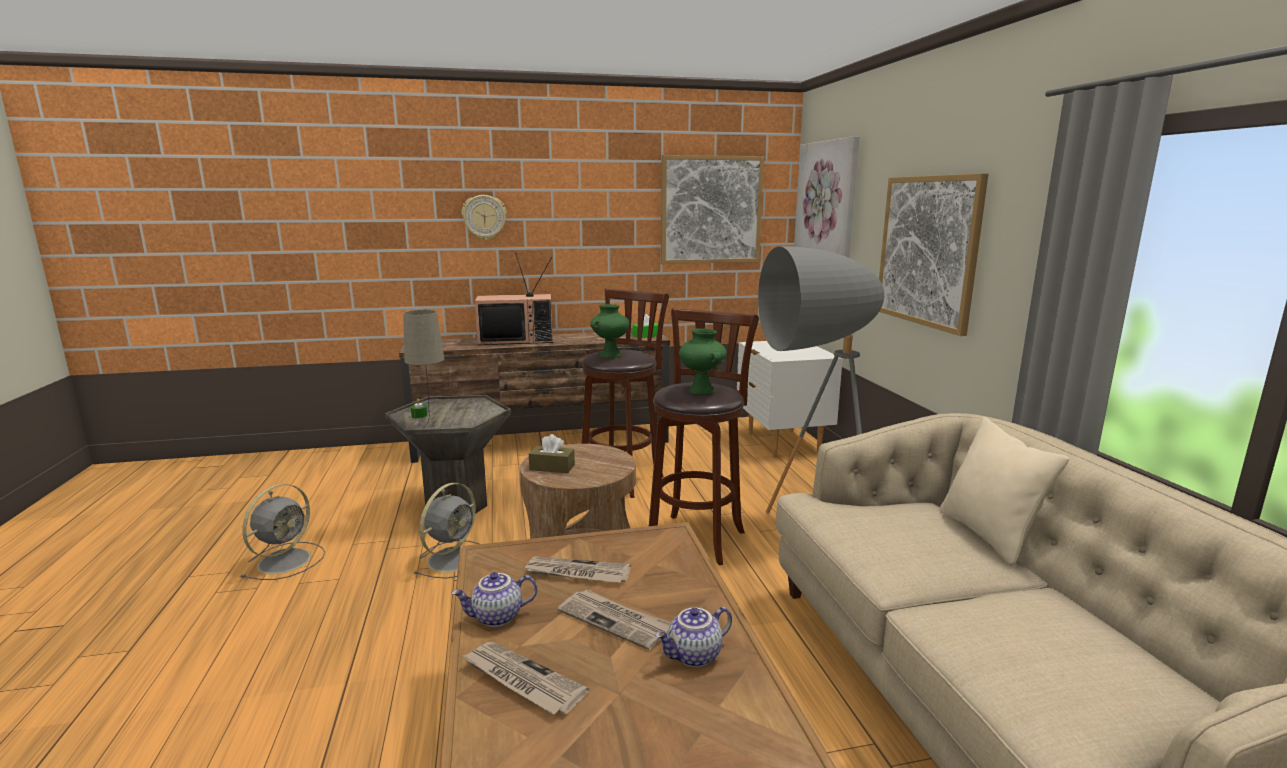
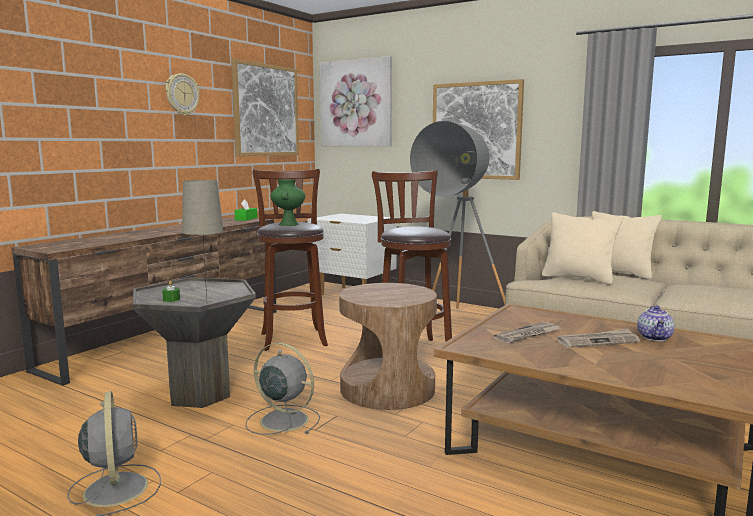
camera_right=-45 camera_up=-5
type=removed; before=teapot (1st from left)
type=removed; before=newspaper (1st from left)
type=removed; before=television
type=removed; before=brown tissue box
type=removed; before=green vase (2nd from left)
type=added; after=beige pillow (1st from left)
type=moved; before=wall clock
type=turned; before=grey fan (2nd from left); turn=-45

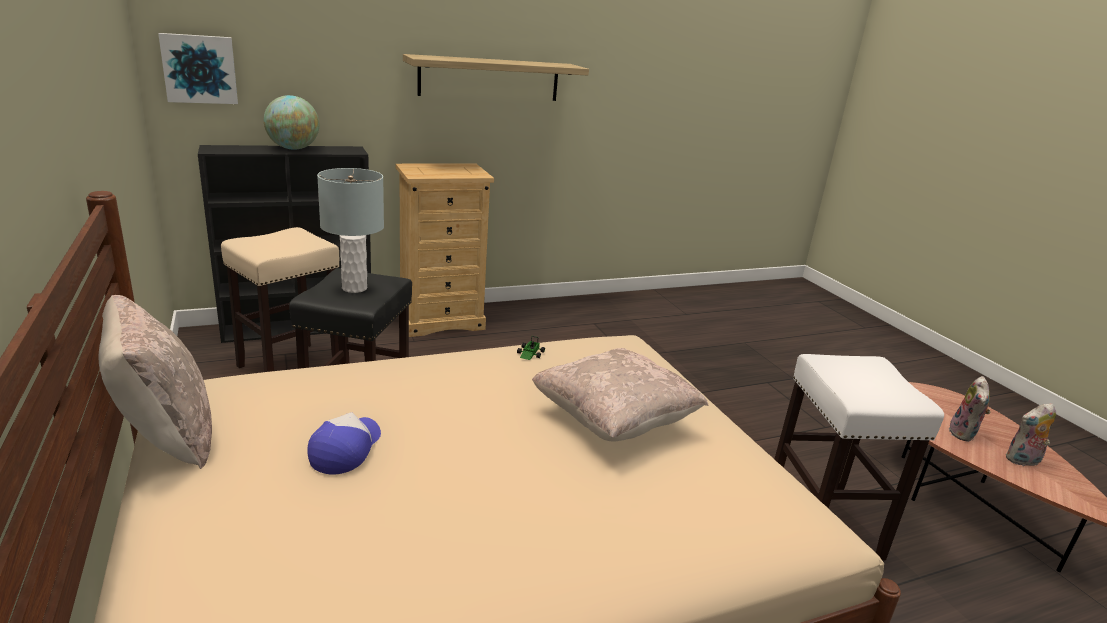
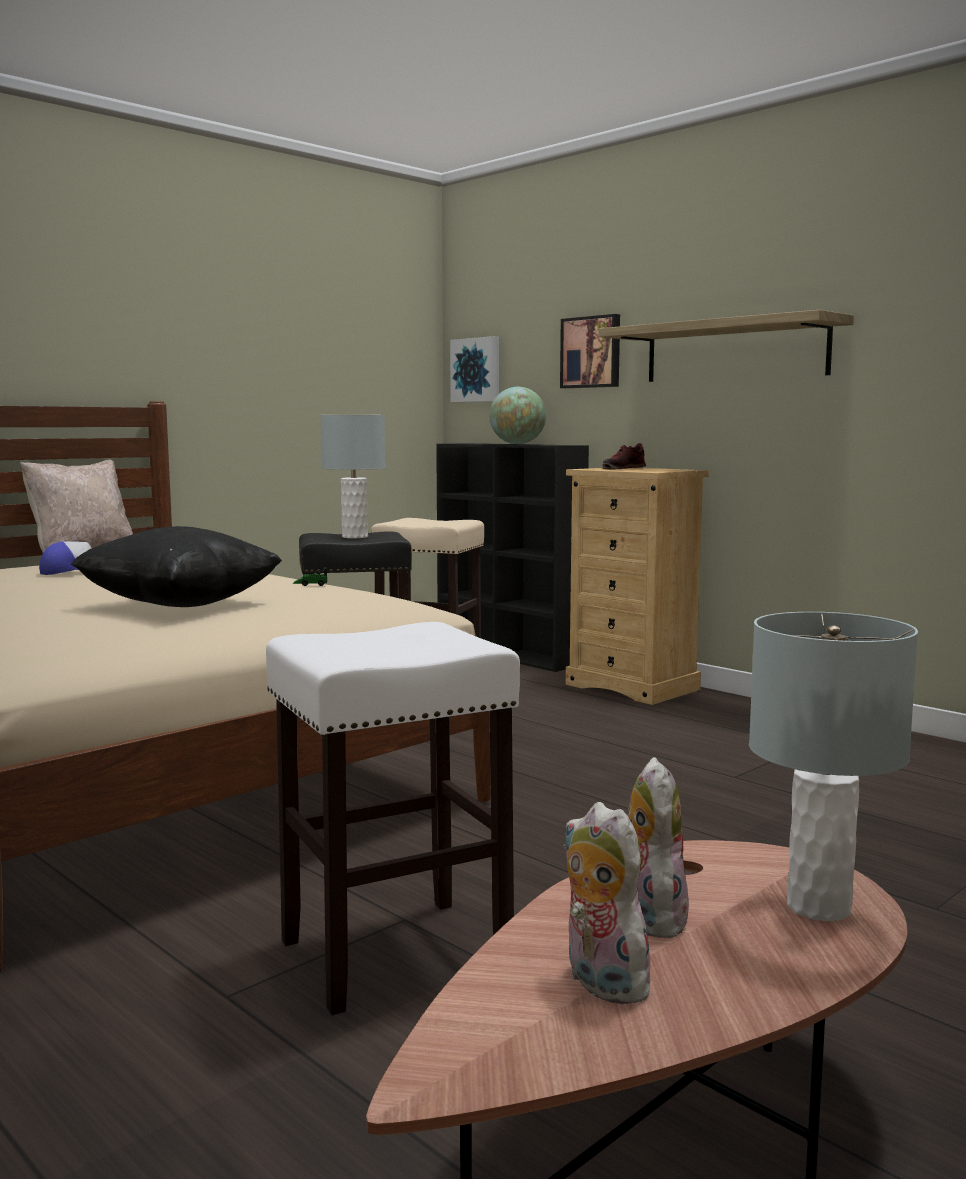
camera_right=70 camera_up=-15
type=added; after=picture (2nd from left)
type=added; after=shoe
type=added; after=grey table lamp (2nd from left)
type=recoloured; before=beige pillow (2nd from left); after=black pillow
type=turned; before=plush toy (1st from left in the first image); turn=90

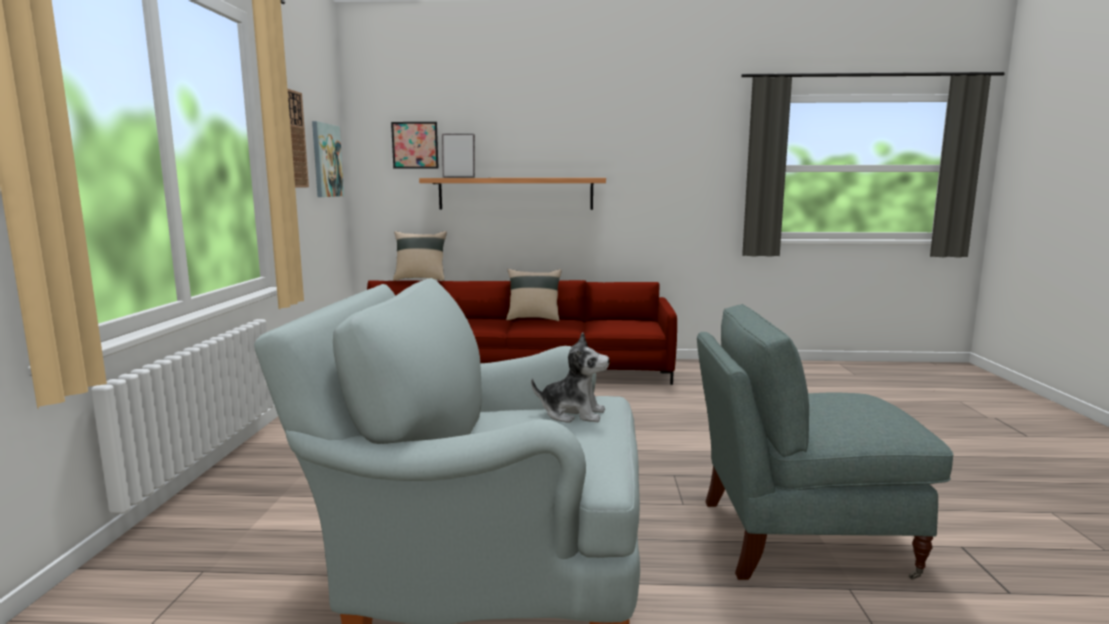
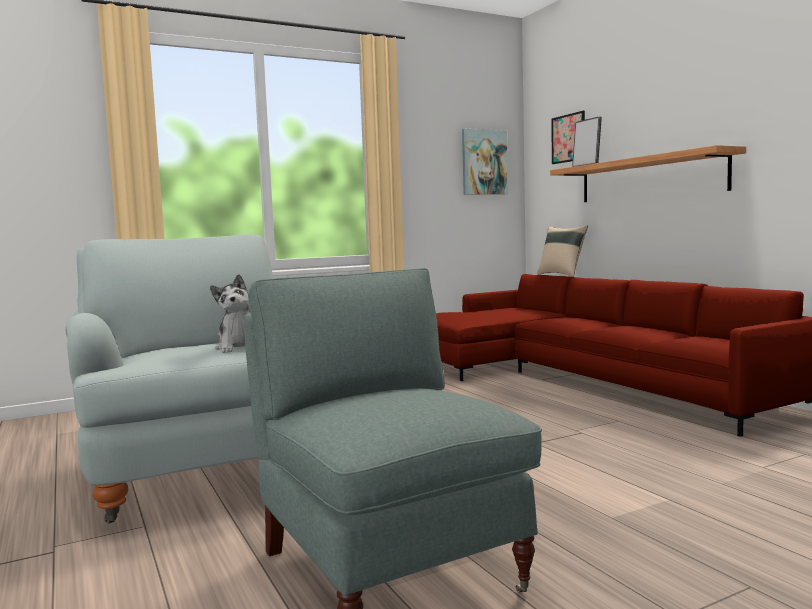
camera_right=60 camera_up=-5
type=removed; before=wall clock
type=removed; before=beige pillow (2nd from left)

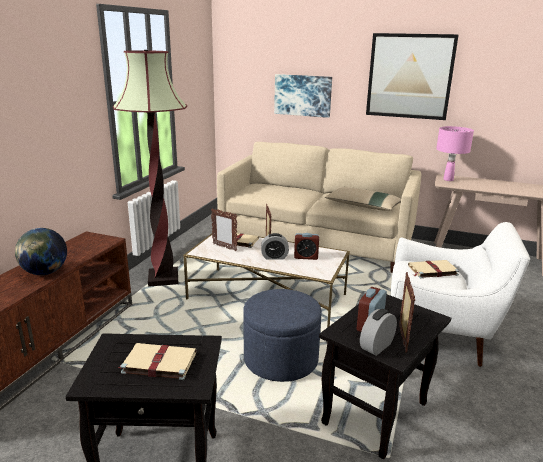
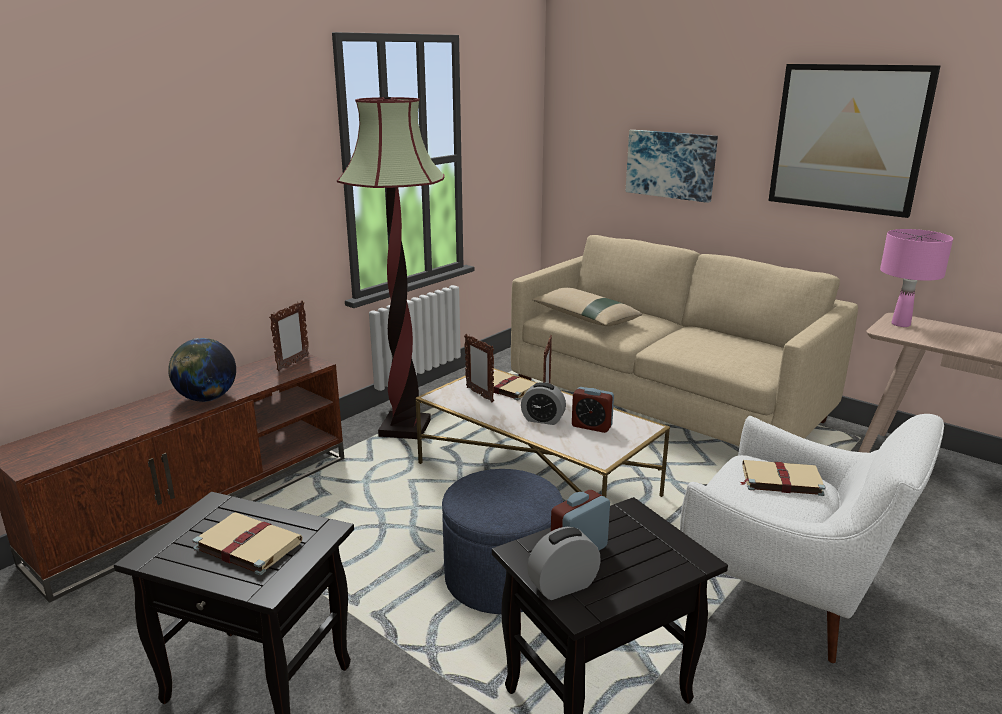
camera_right=20 camera_up=0
type=moved; before=beige pillow
type=moved; before=picture frame (3rd from left in the first image); after=picture frame (1st from left)

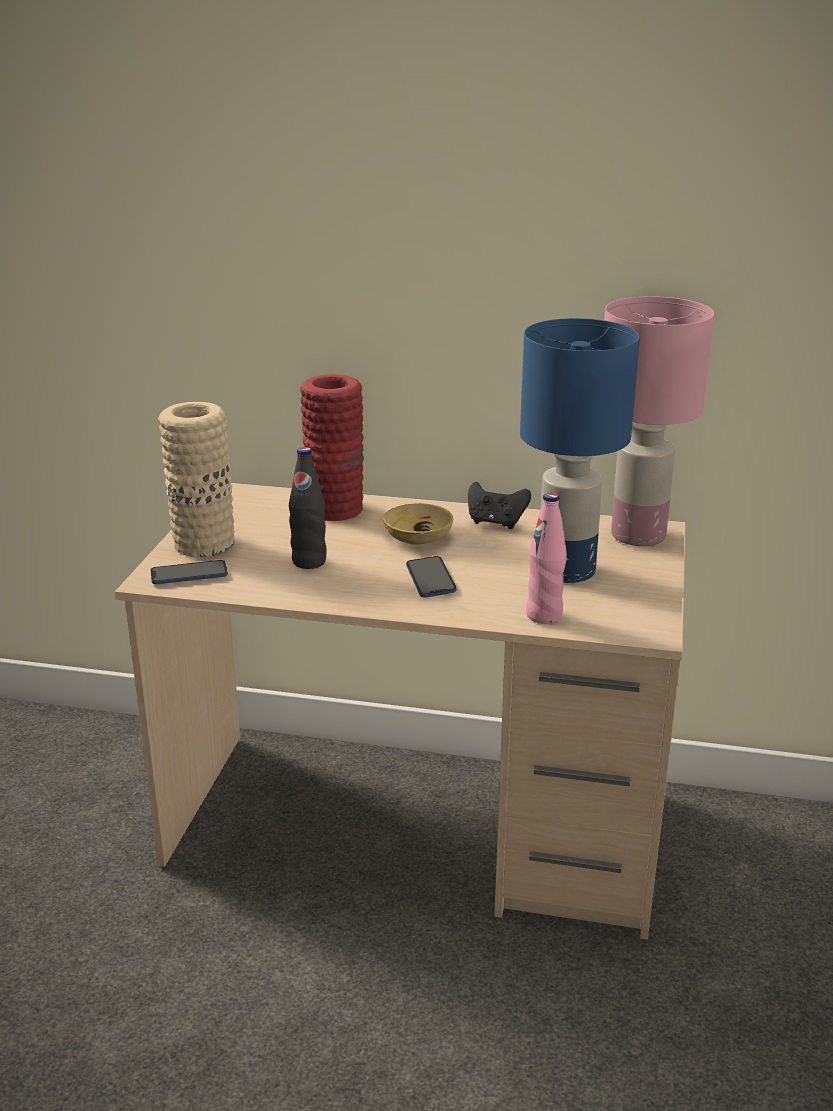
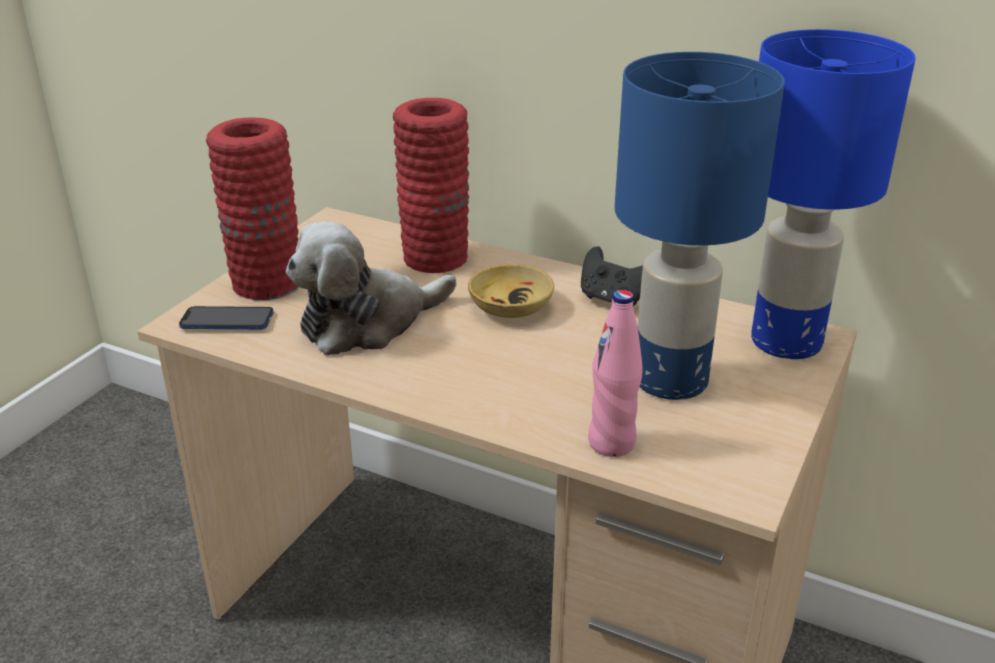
camera_right=15 camera_up=5
type=removed; before=phone (2nd from left)
type=replaced; before=black bottle; after=plush toy
type=recoloured; before=beige vase; after=red vase (1st from left)
type=recoloured; before=pink table lamp; after=blue table lamp (2nd from left)

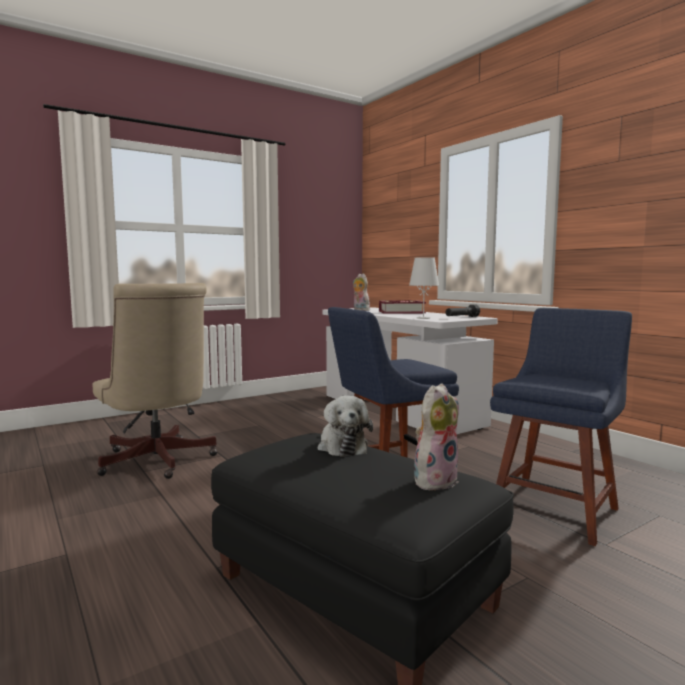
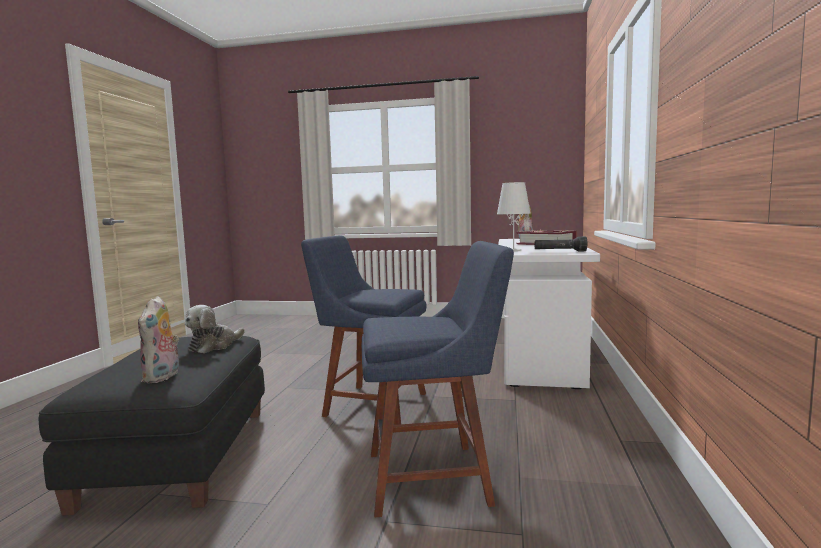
camera_right=45 camera_up=0
type=removed; before=beige office chair
type=turned; before=plush toy (3rd from left in the first image); turn=90

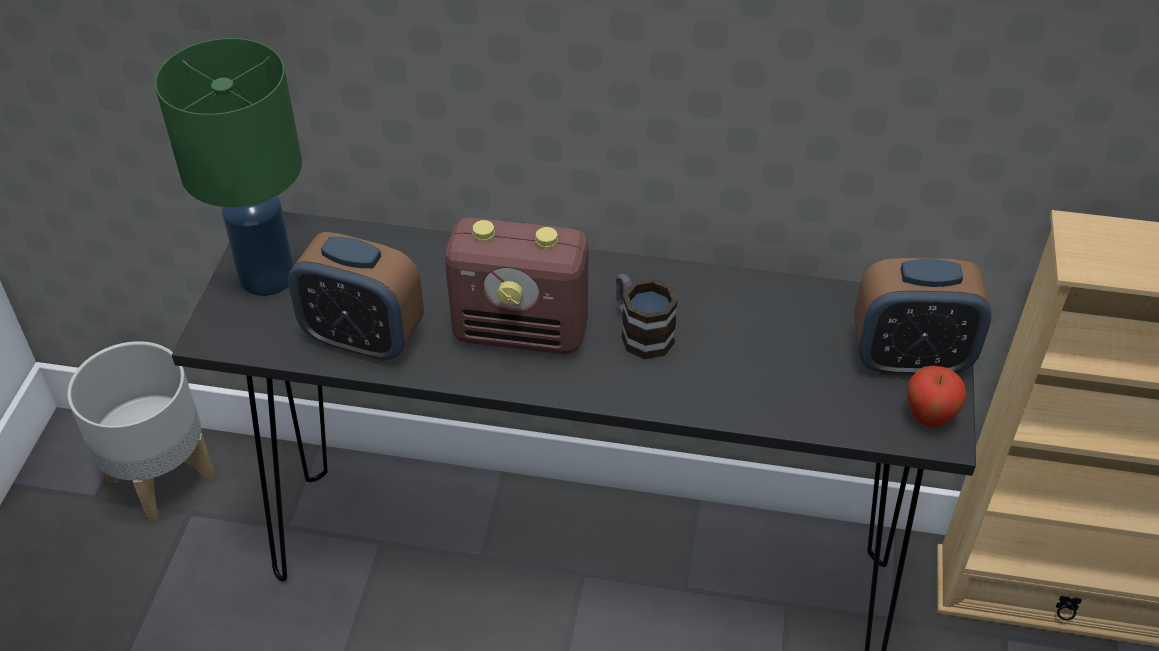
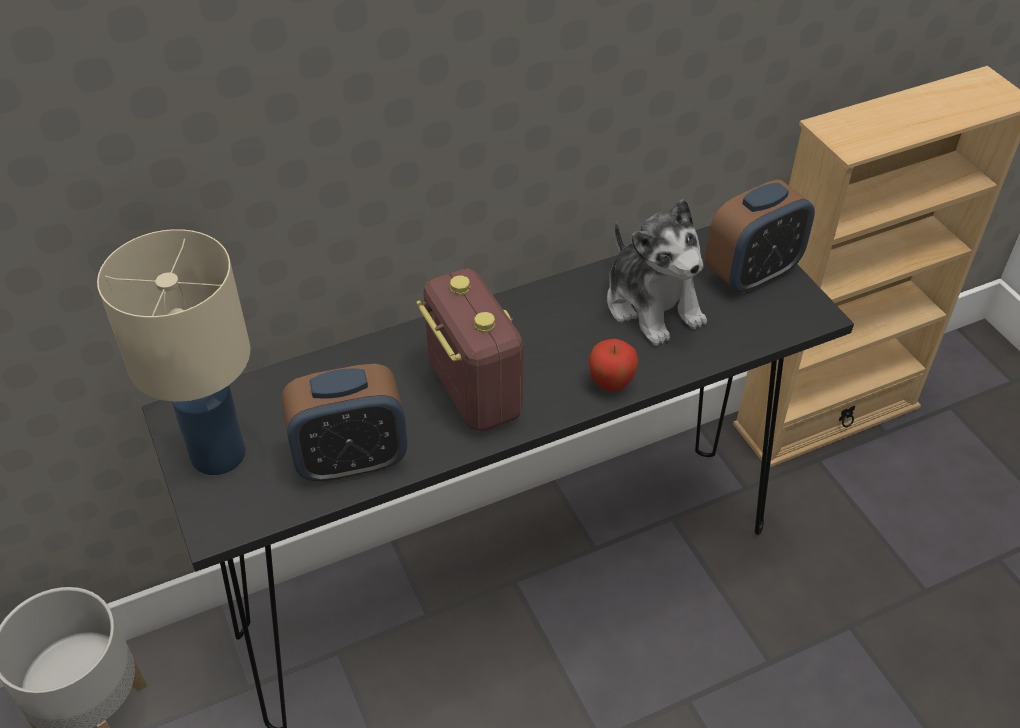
camera_right=-35 camera_up=0
type=removed; before=mug
type=added; after=plush toy
type=moved; before=apple
type=recoloured; before=green table lamp; after=beige table lamp
type=turned; before=radio; turn=-90

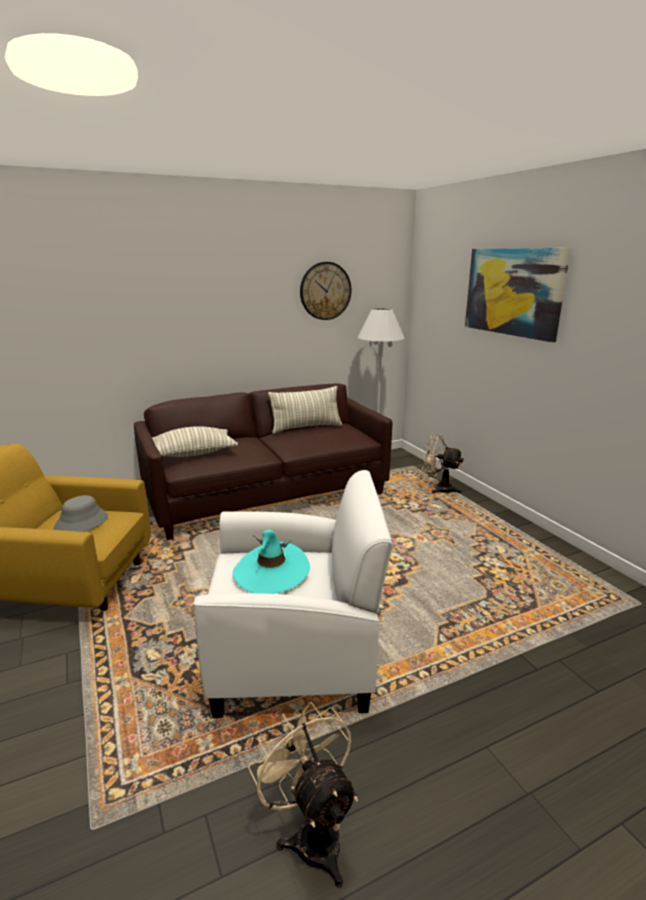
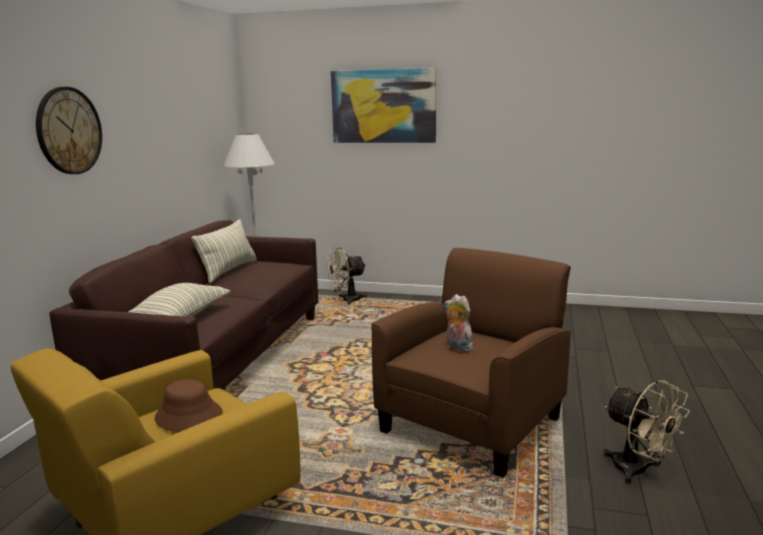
camera_right=-50 camera_up=-5
type=moved; before=wall clock
type=replaced; before=turquoise hat; after=plush toy
type=recoloured; before=grey hat; after=brown hat
type=recoloured; before=white armchair; after=brown armchair
type=turned; before=beige fan (1st from left in the first image); turn=-135

